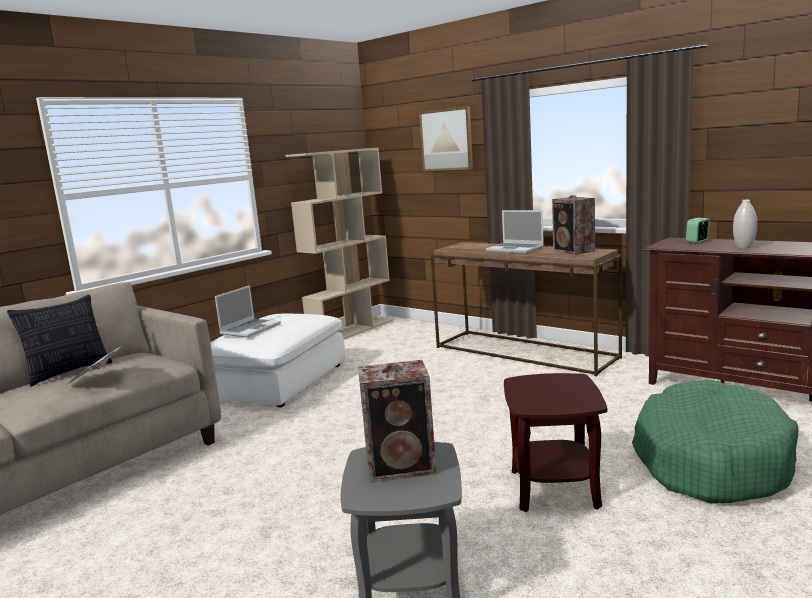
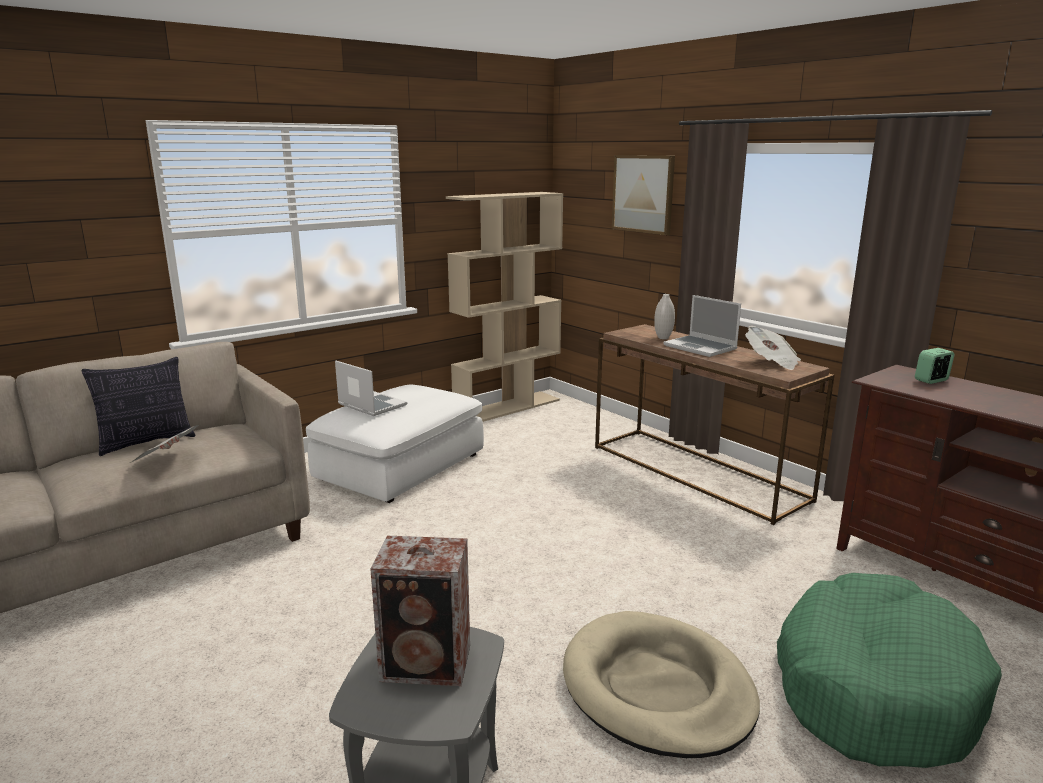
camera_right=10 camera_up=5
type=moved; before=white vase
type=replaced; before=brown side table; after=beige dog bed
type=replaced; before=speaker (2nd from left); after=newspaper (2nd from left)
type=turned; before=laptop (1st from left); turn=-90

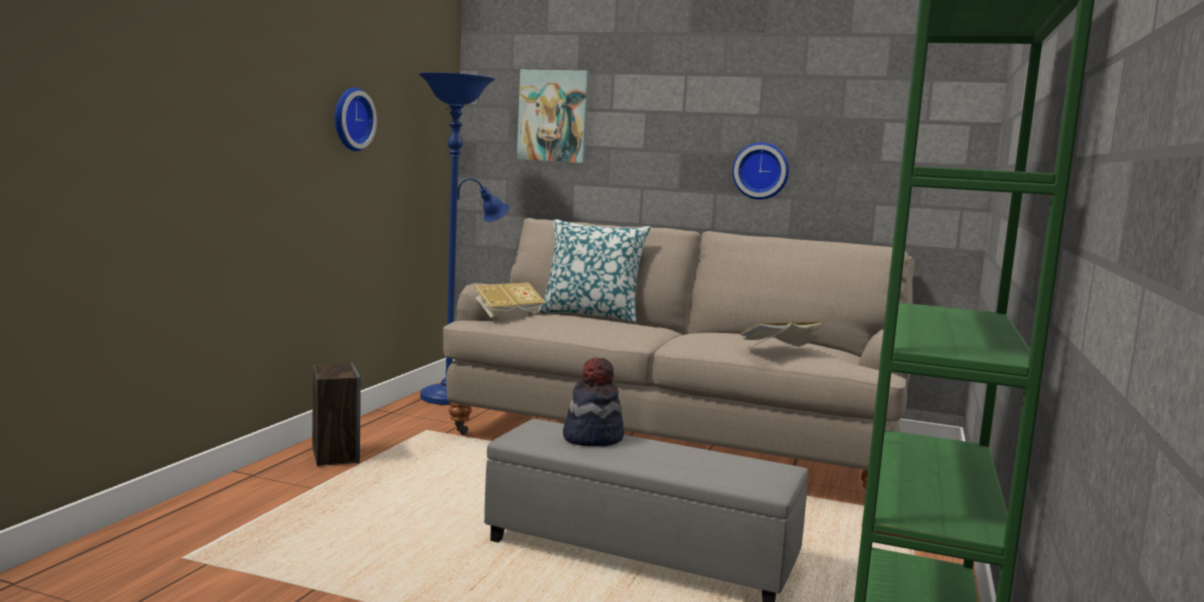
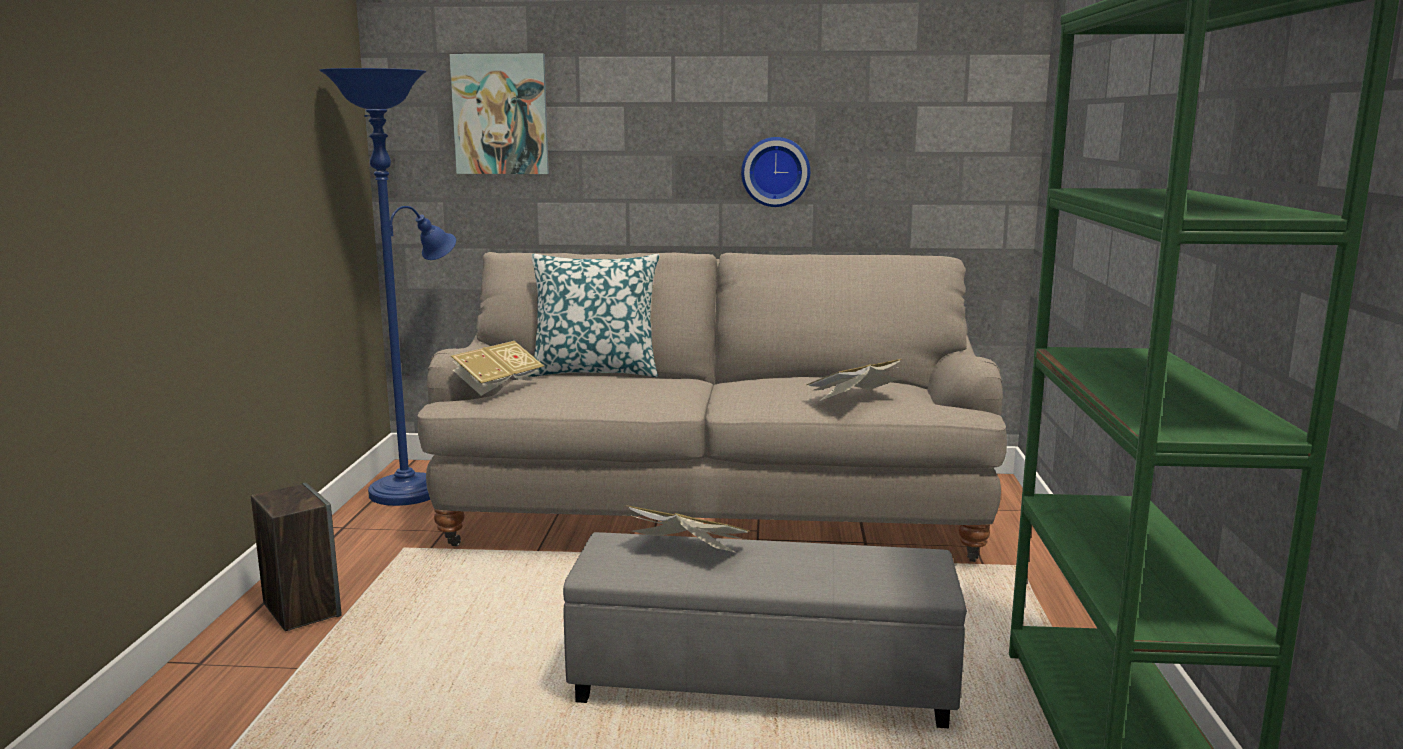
camera_right=-15 camera_up=5
type=removed; before=wall clock (1st from left)
type=replaced; before=hat; after=book (2nd from left)

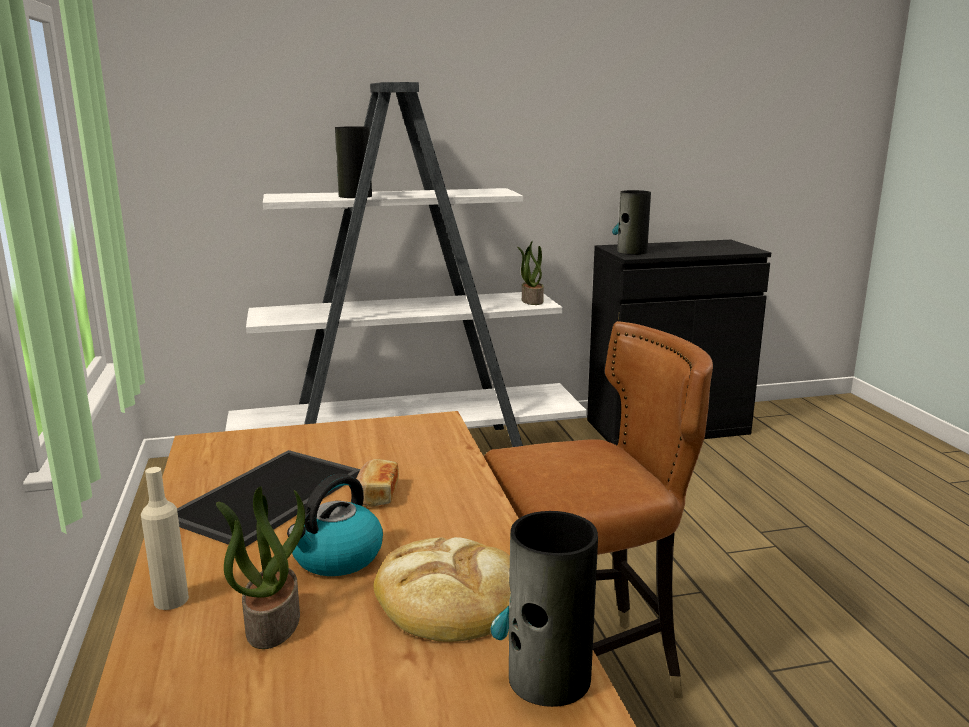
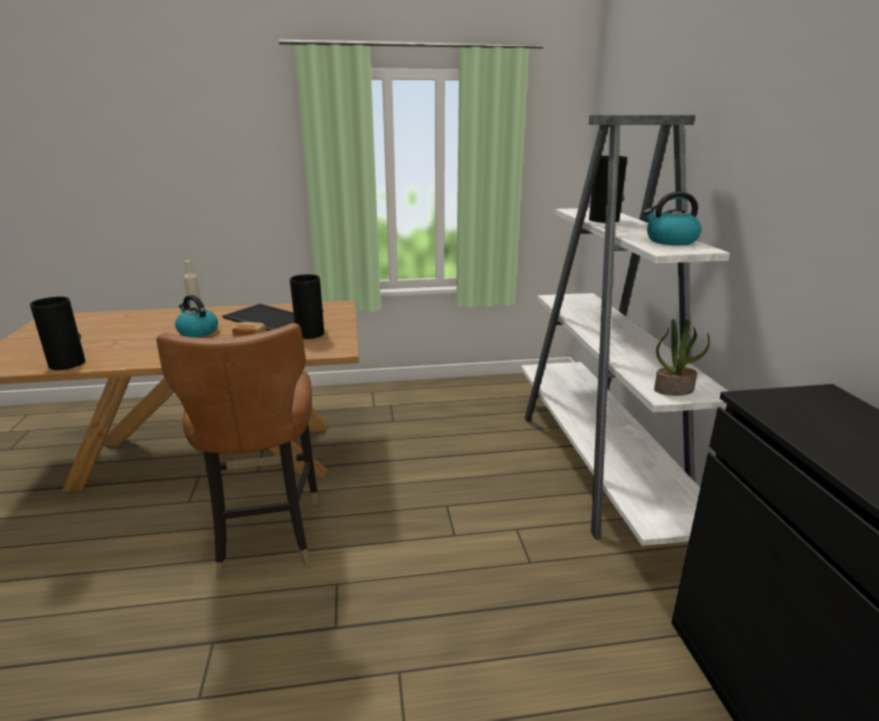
camera_right=95 camera_up=5
type=removed; before=potted plant (1st from left)
type=removed; before=bread (2nd from left)
type=added; after=kettle (2nd from left)
type=moved; before=vase (3rd from left in the first image); after=vase (2nd from left)

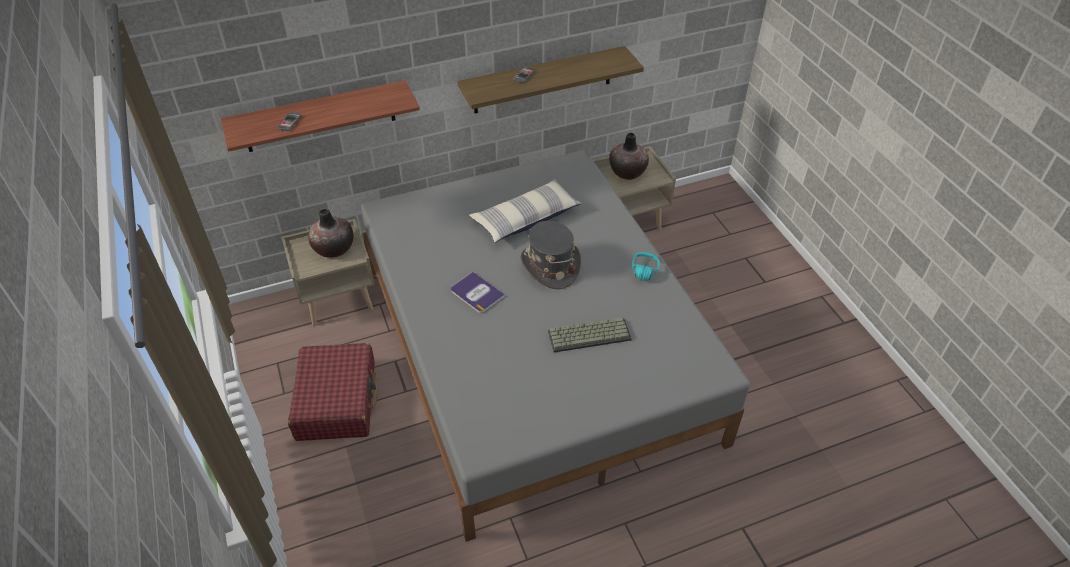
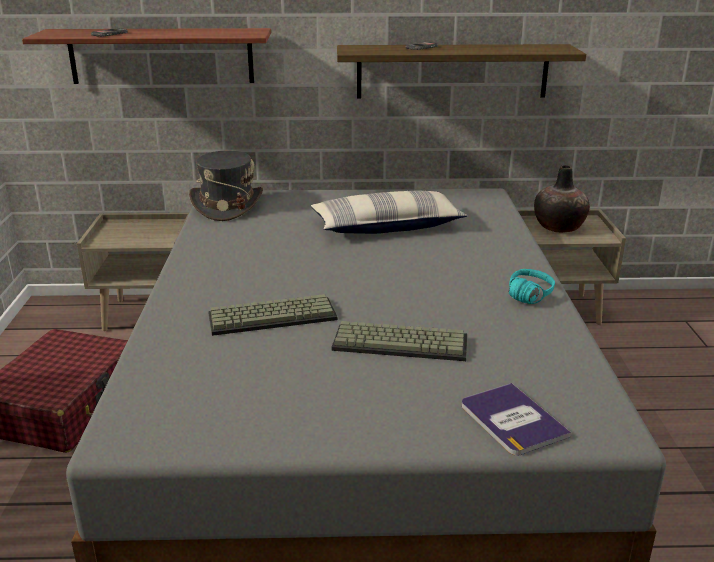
camera_right=20 camera_up=-20
type=removed; before=vase (1st from left)
type=added; after=keyboard (1st from left)
type=moved; before=book
type=moved; before=grey hat

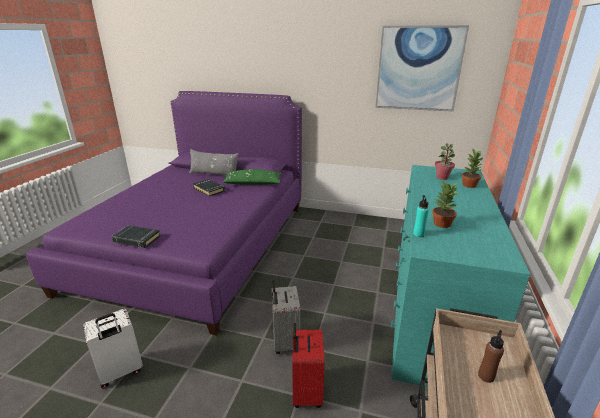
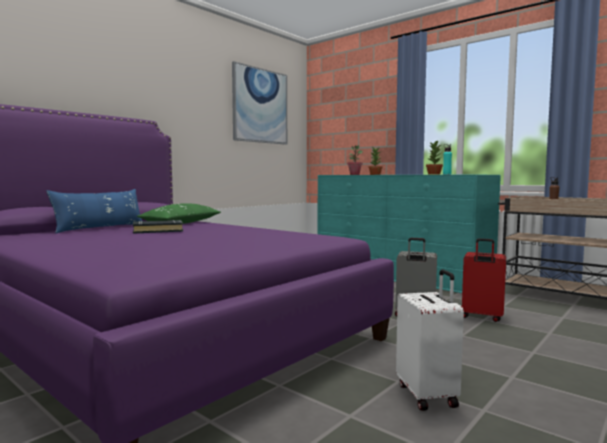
camera_right=-65 camera_up=-20
type=removed; before=black book (1st from left)
type=recoloured; before=grey pillow; after=blue pillow

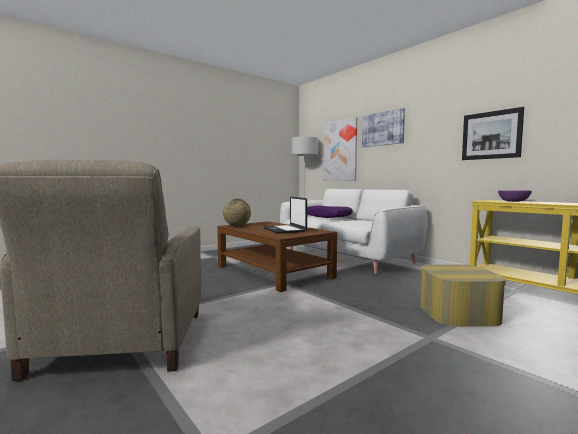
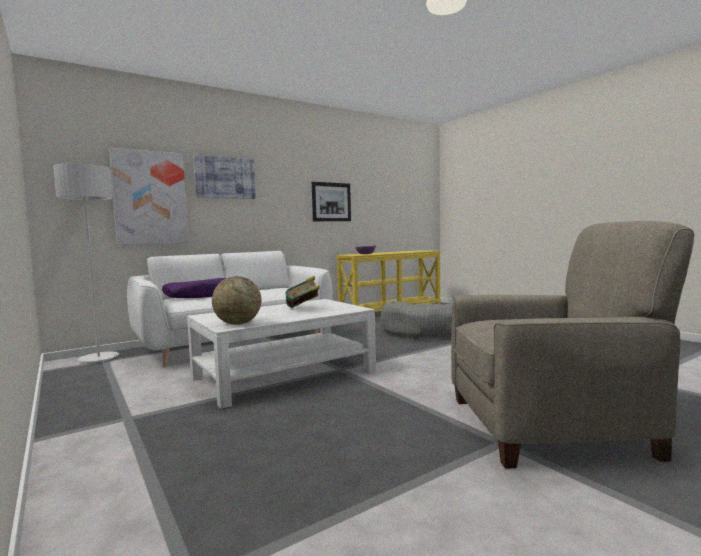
camera_right=-85 camera_up=0
type=replaced; before=laptop; after=book
type=replaced; before=ottoman; after=grey dog bed
type=recoloured; before=brown coffee table; after=white coffee table

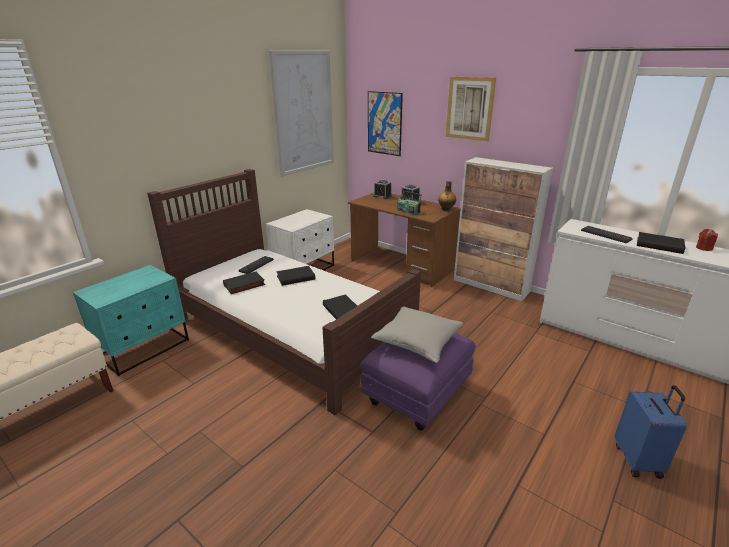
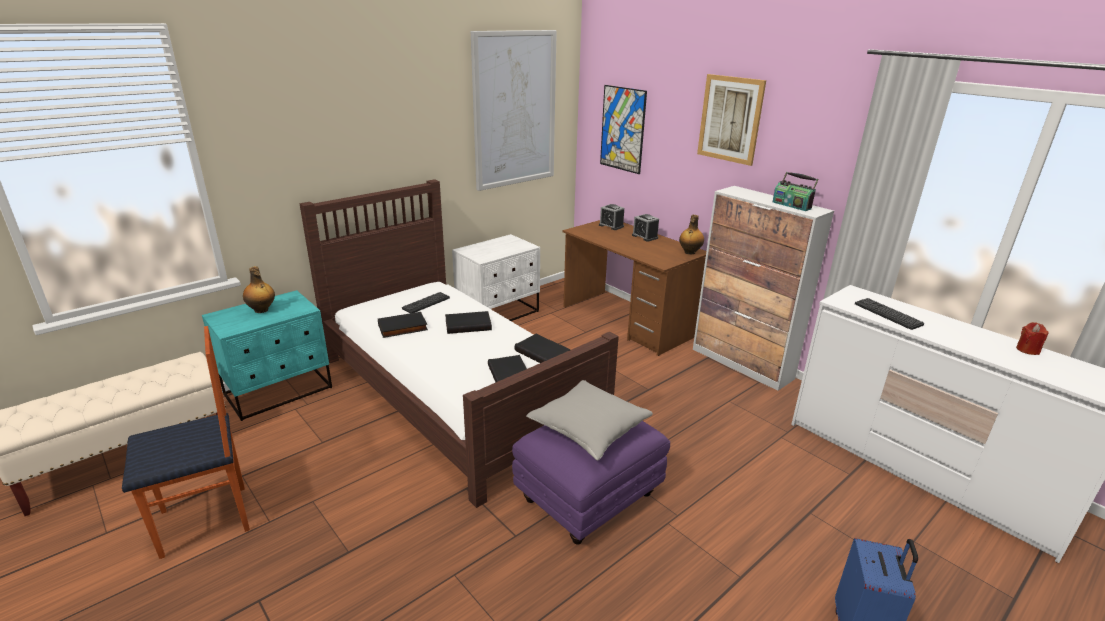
camera_right=10 camera_up=0
type=added; after=chair
type=added; after=bottle (1st from left)
type=moved; before=radio
type=moved; before=black book (4th from left)

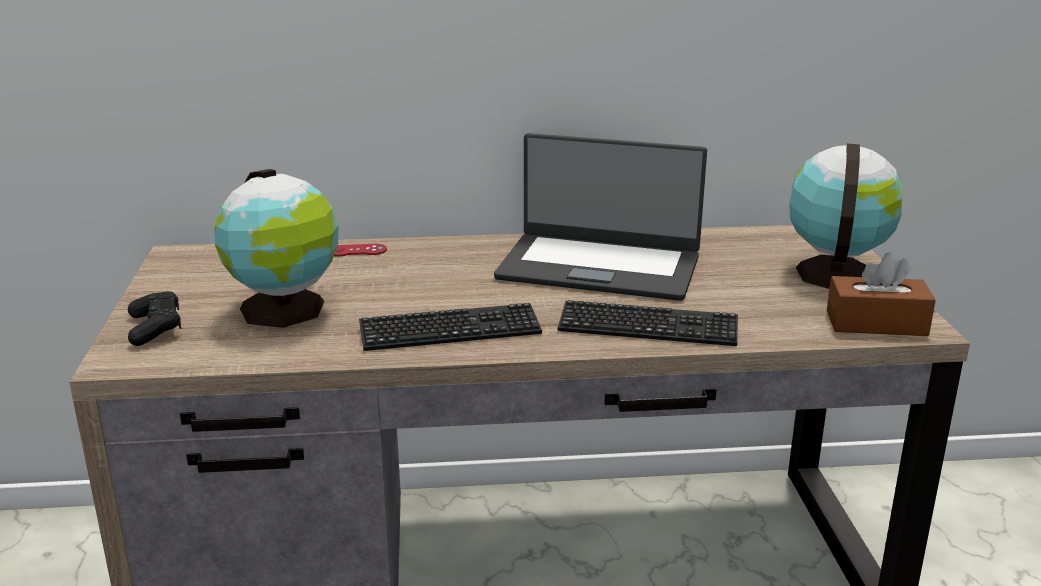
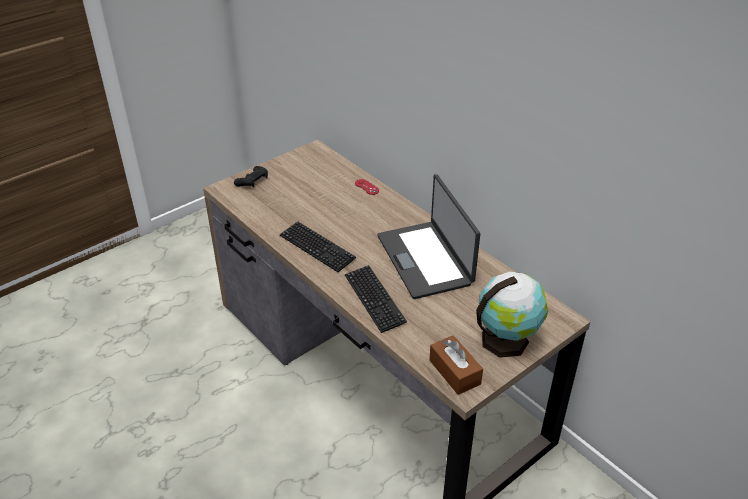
camera_right=55 camera_up=15
type=removed; before=globe (1st from left)

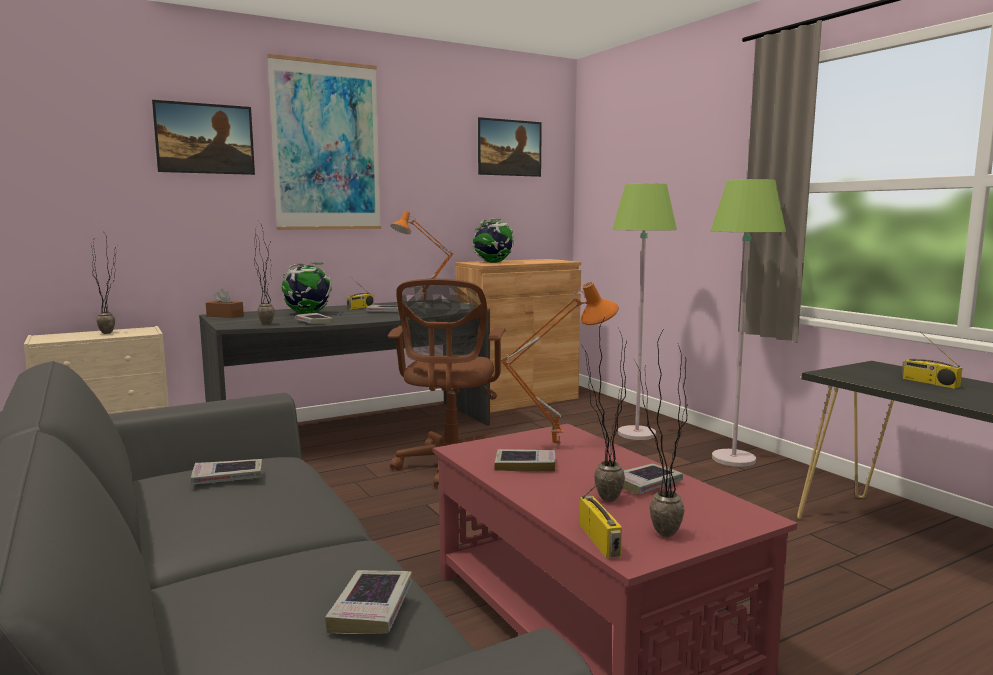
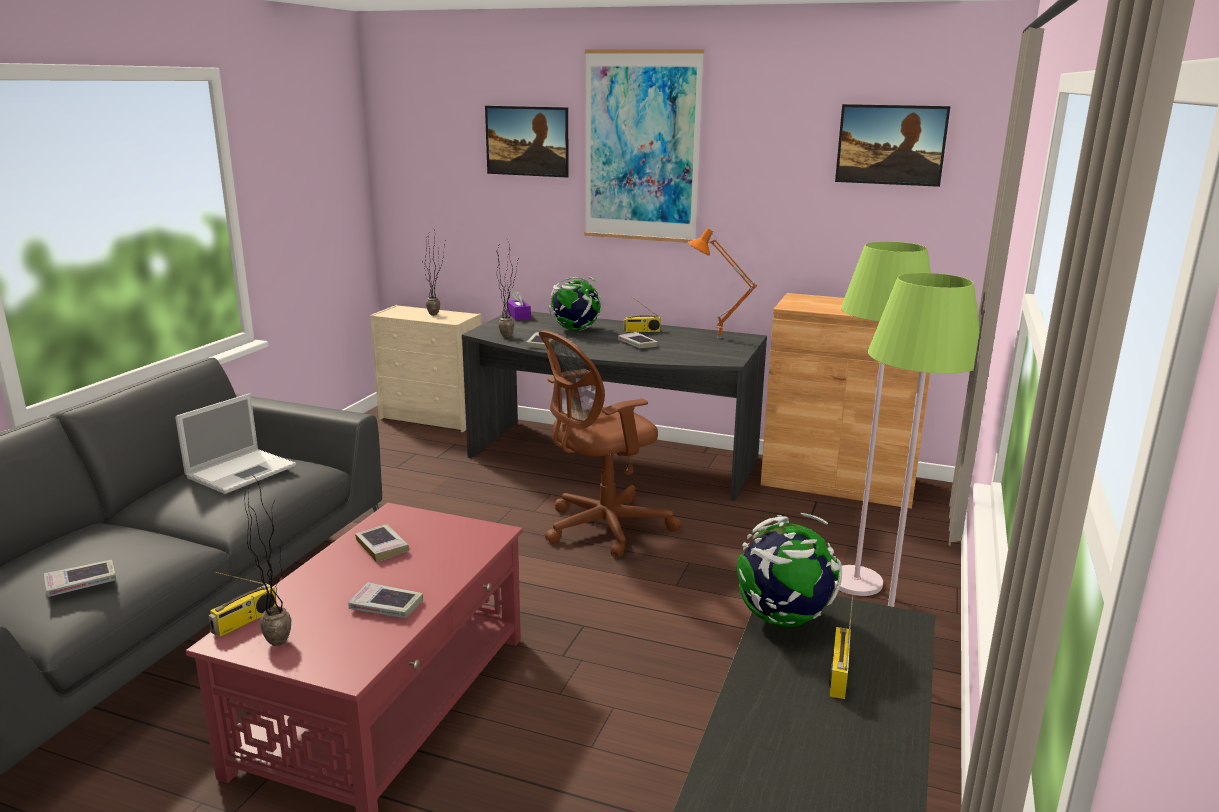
camera_right=50 camera_up=10
type=removed; before=orange table lamp (2nd from left)
type=removed; before=potted plant (3rd from left)
type=moved; before=globe (2nd from left)
type=replaced; before=book (1st from left); after=laptop
type=recoloured; before=brown tissue box; after=purple tissue box

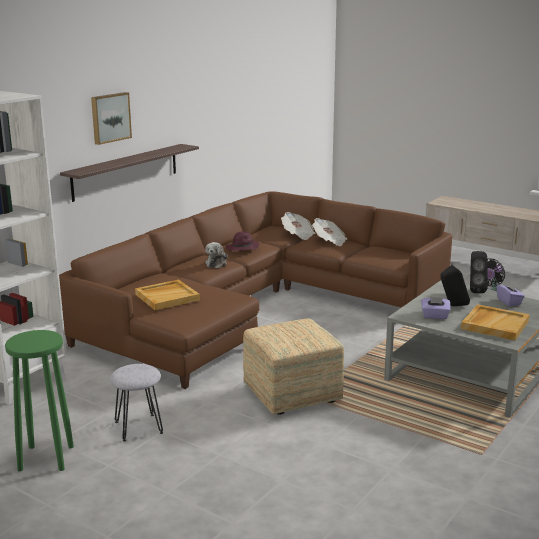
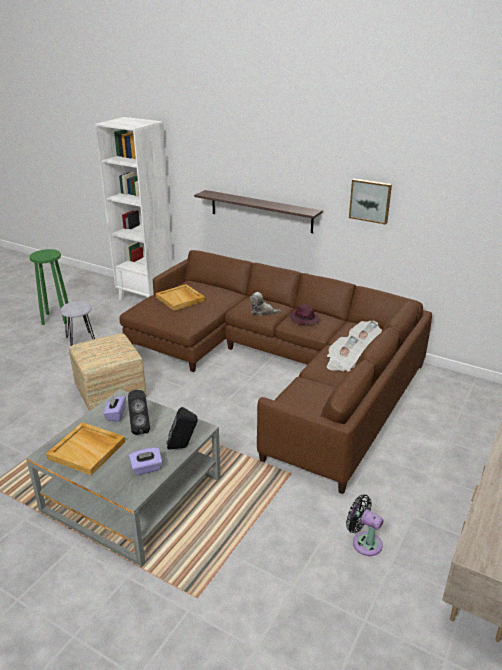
camera_right=85 camera_up=10
type=moved; before=picture

